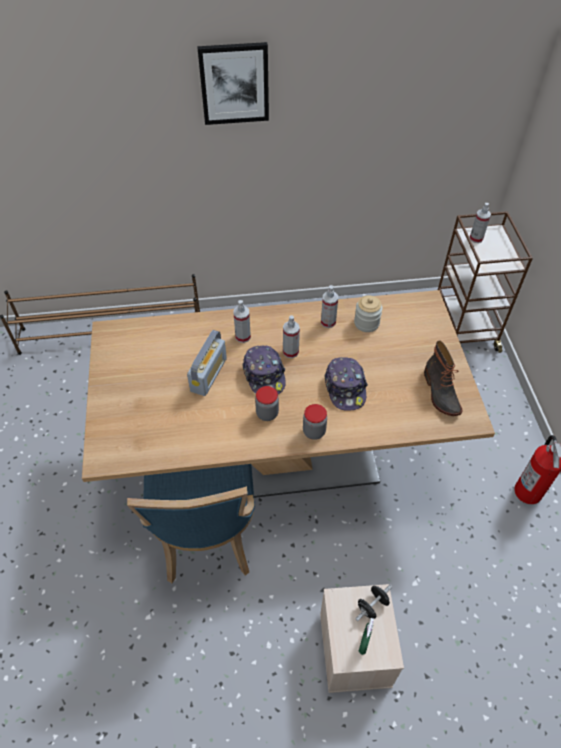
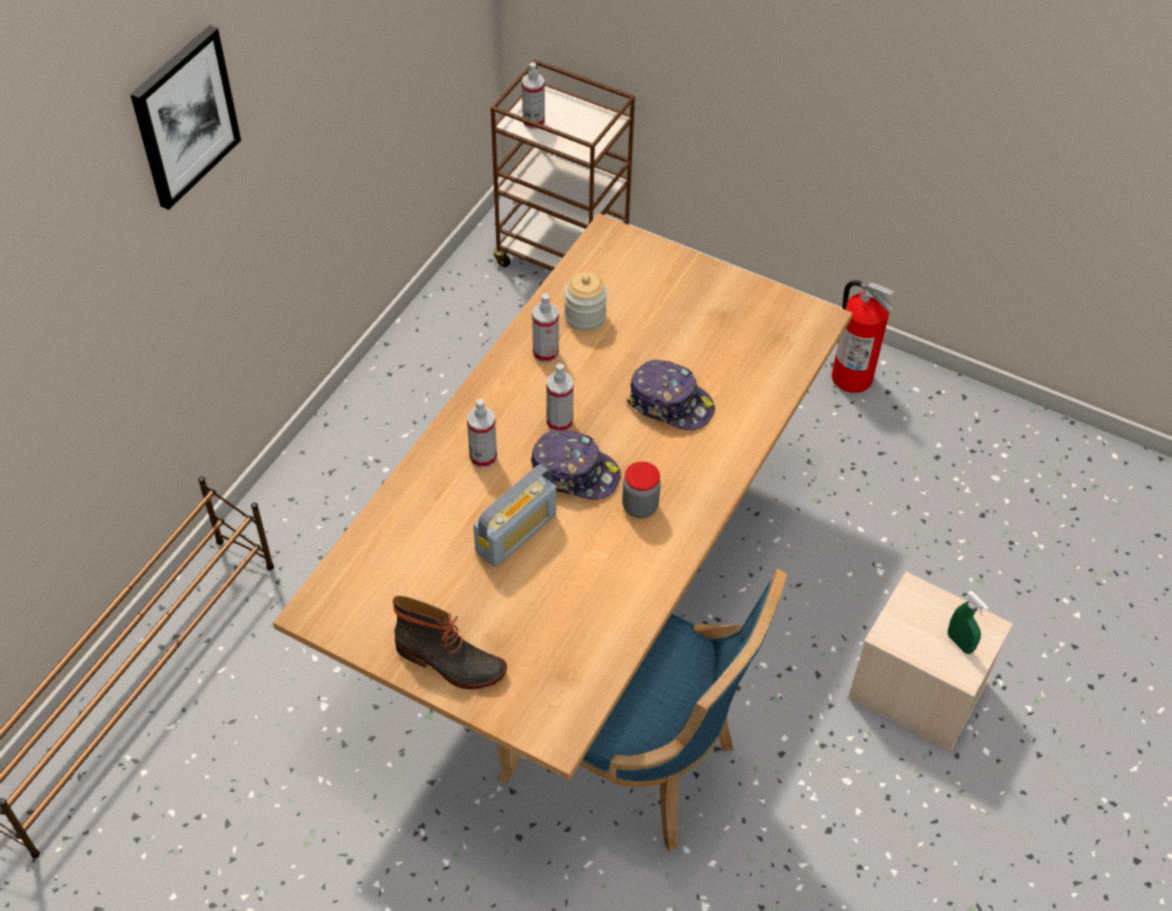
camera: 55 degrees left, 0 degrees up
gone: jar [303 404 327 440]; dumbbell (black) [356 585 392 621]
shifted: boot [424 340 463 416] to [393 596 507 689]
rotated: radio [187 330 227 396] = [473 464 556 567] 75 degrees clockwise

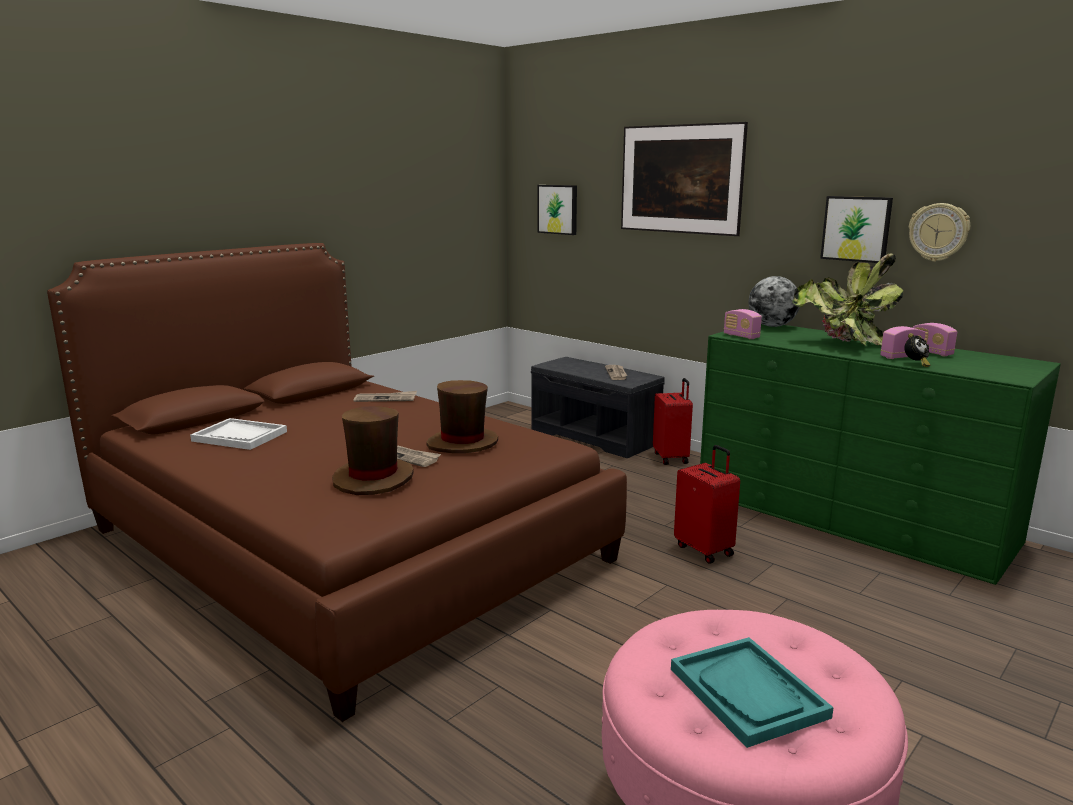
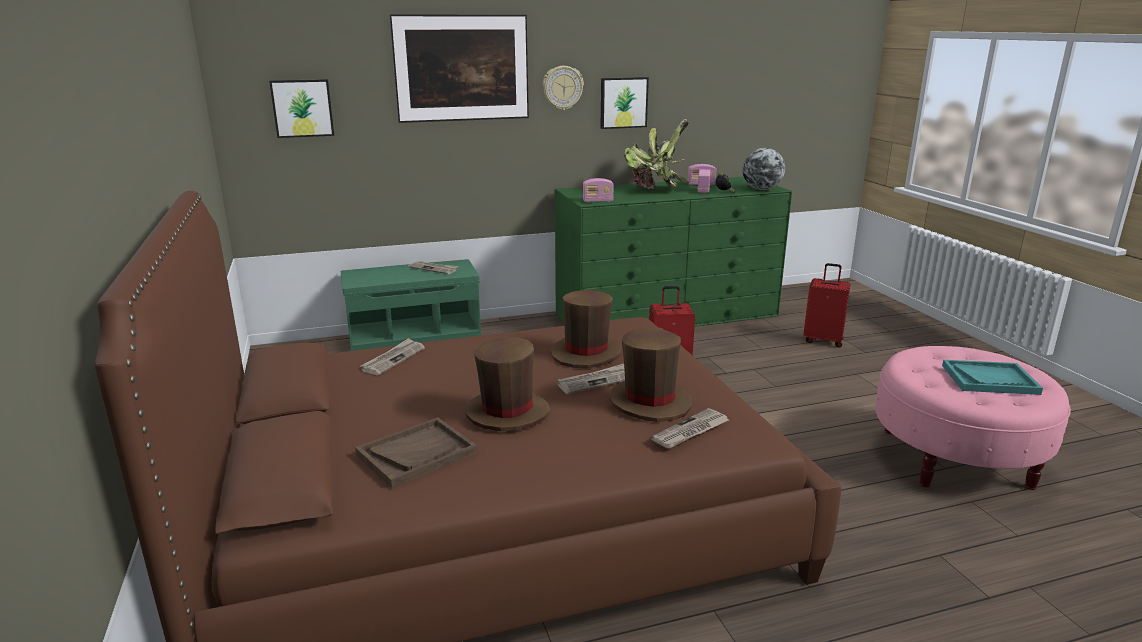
camera: 60 degrees left, 5 degrees up
new: hat (brown) [465 337 550 431]; newspaper [651 408 729 449]
shifted: suitcase (red) [653 378 693 465] to [803 263 850 347]; globe [749 276 800 327] to [742 148 785 190]; wall clock [909 203 970 262] to [543 66 584 110]
repainted: tray (white) [190 418 287 450] to tray (brown) [355 417 477 489]; bench (grey) [531 357 665 459] to bench (green) [341 259 481 351]

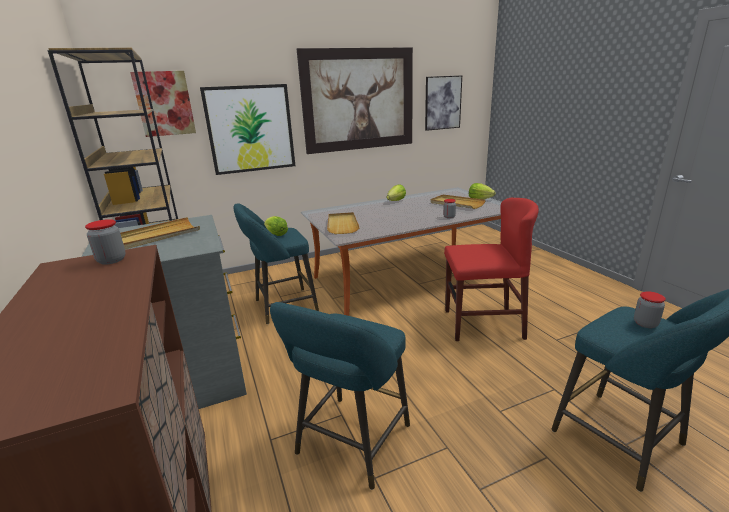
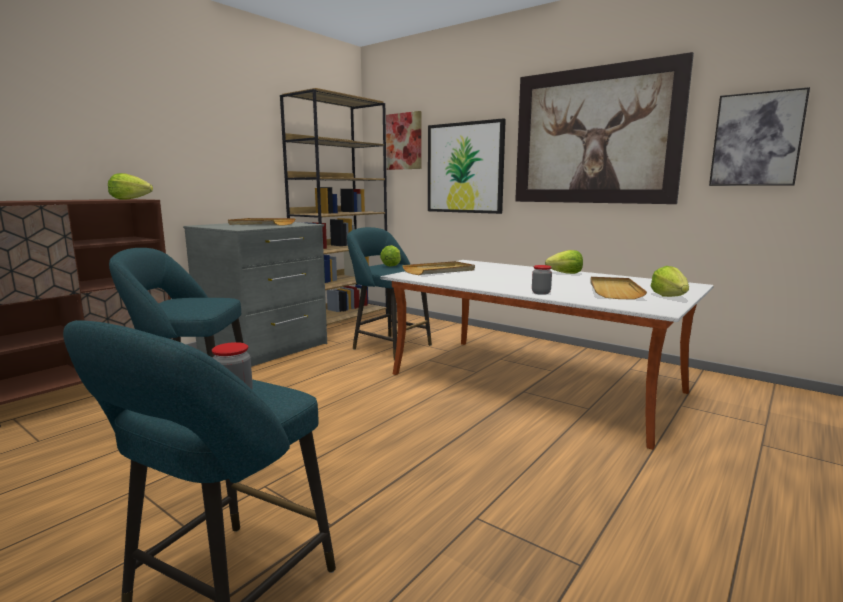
camera: 60 degrees right, 10 degrees down
gone: chair (red) [444 198 539 341]
swapped: jar [85 219 126 265] to lettuce [108 173 153 200]

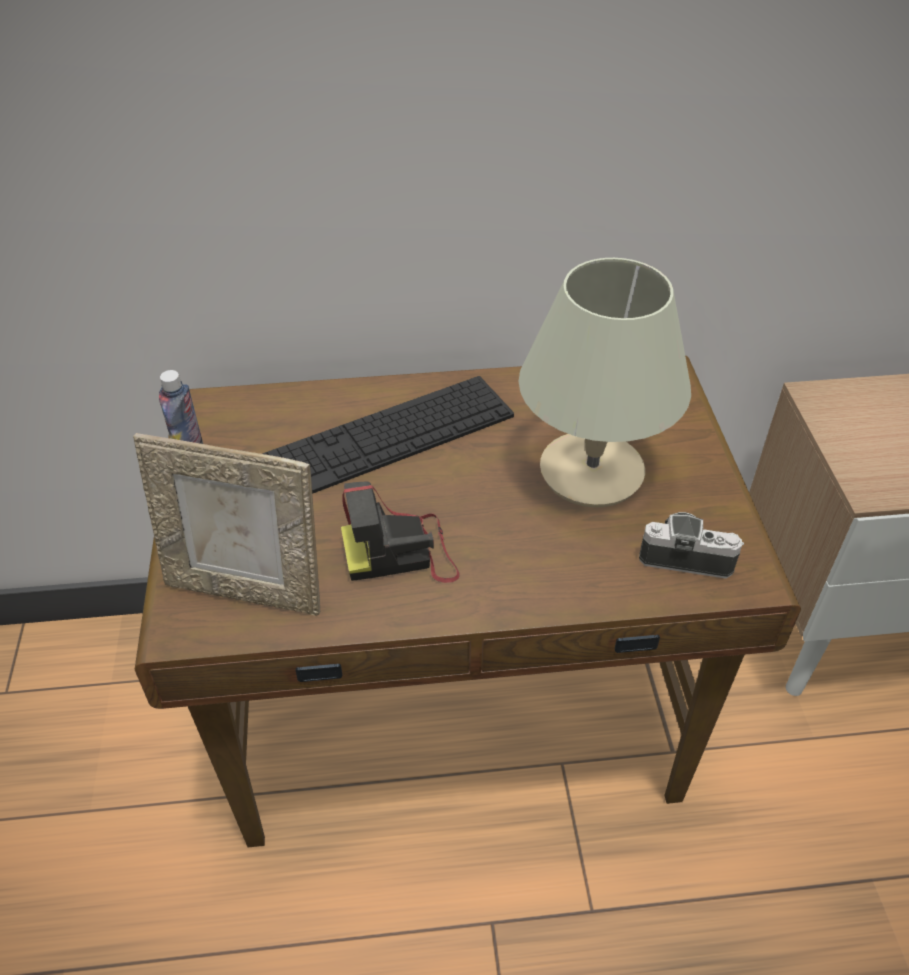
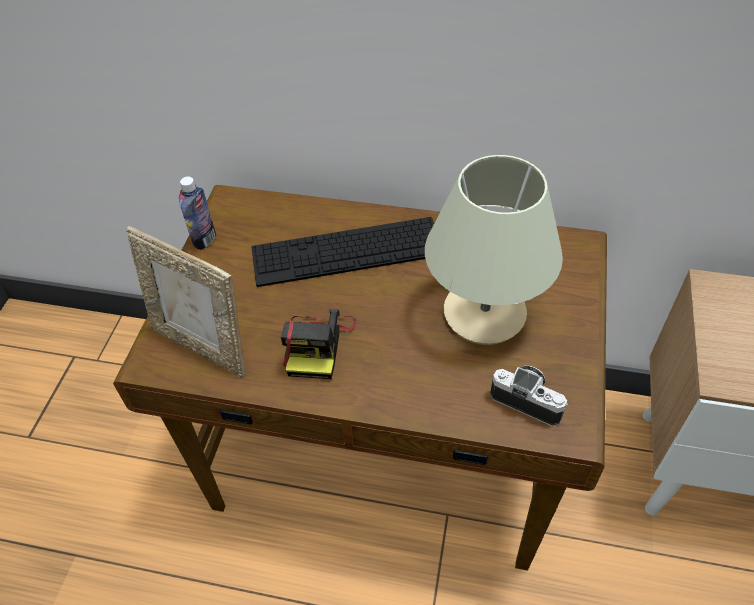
camera: 20 degrees right, 5 degrees up
rotated: photo camera [341 481 460 583] = [281 309 357 379] 90 degrees counterclockwise

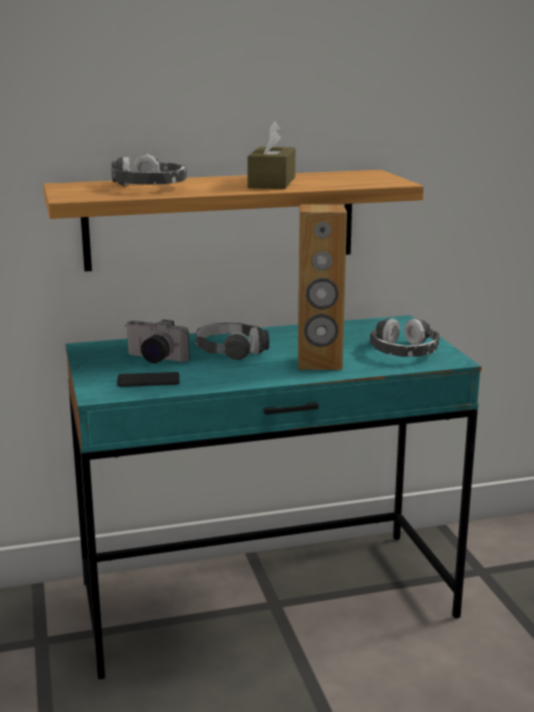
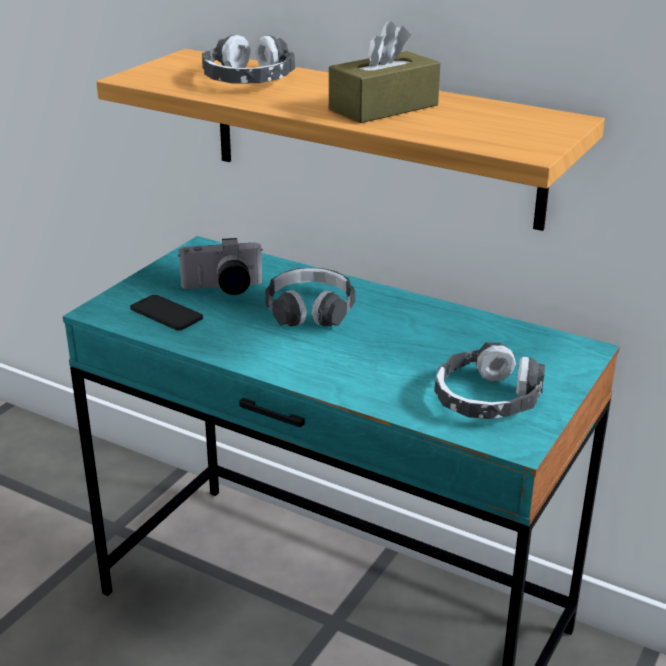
camera: 45 degrees right, 10 degrees up
gone: speaker (brown) [298 204 347 370]
rotated: photo camera [125 320 190 363] = [178 238 263 295] 75 degrees counterclockwise

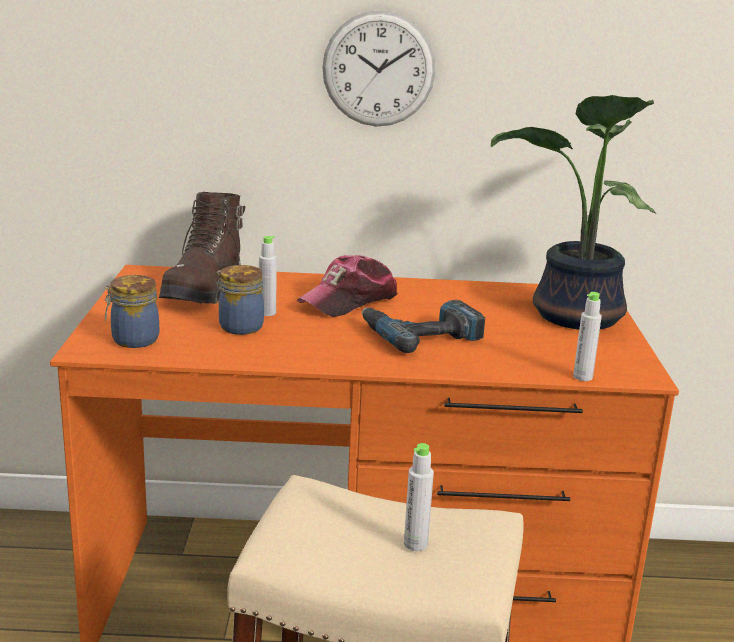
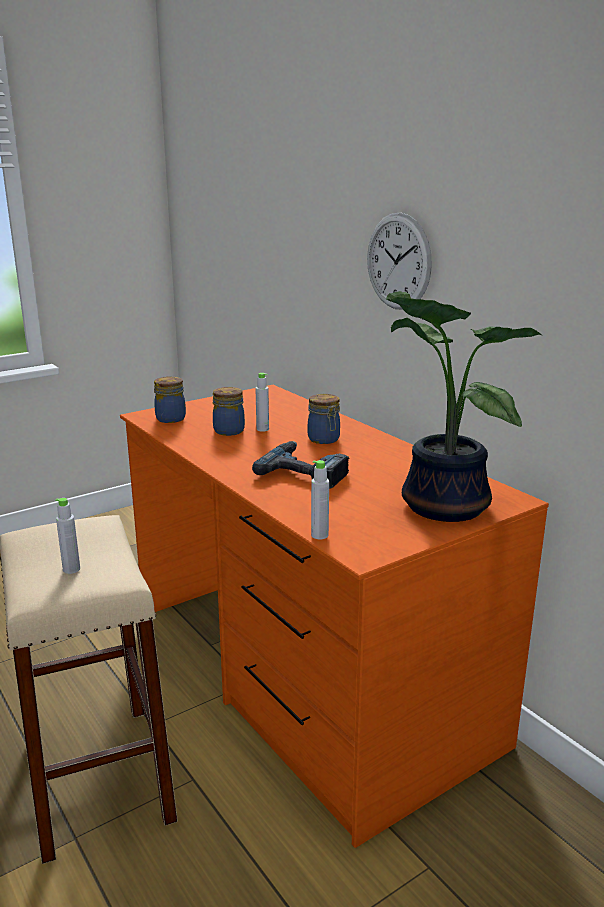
camera: 55 degrees right, 0 degrees up
gone: boot (brown) [159 192 245 304]
swapped: cap [297 255 398 317] to jar [308 394 340 444]

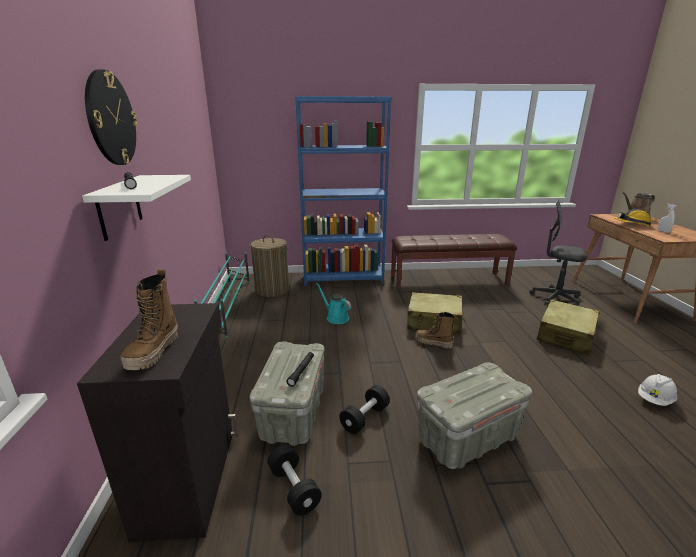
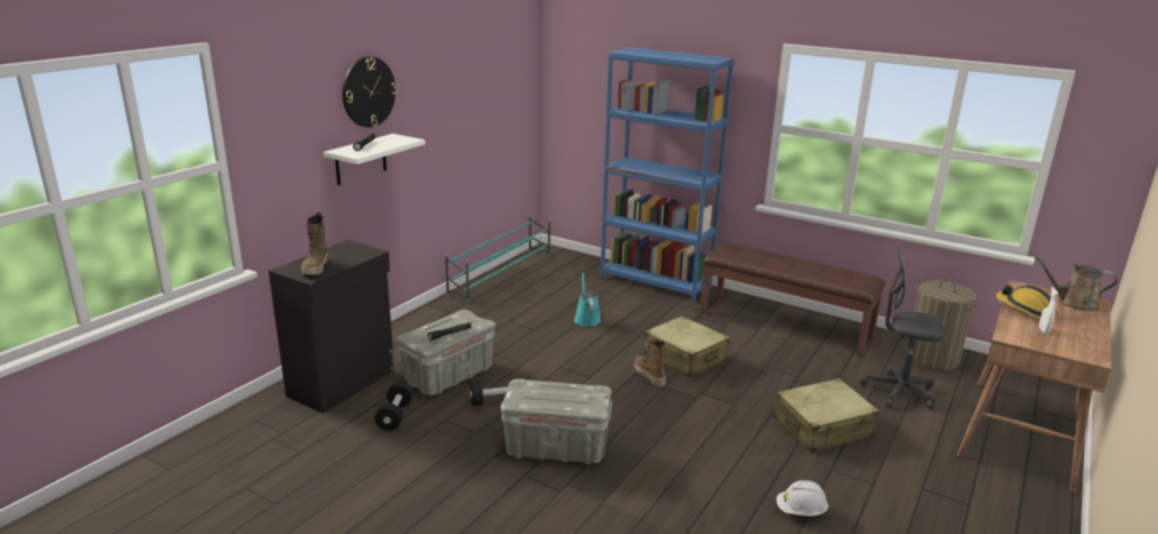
camera: 35 degrees right, 0 degrees up
shifted: laundry basket [249 235 290 297] to [906 279 980 371]
rotated: boot [120 269 178 370] = [301 212 328 275] 45 degrees counterclockwise; office chair (grey) [530 199 587 306] = [860 244 944 410] 45 degrees counterclockwise

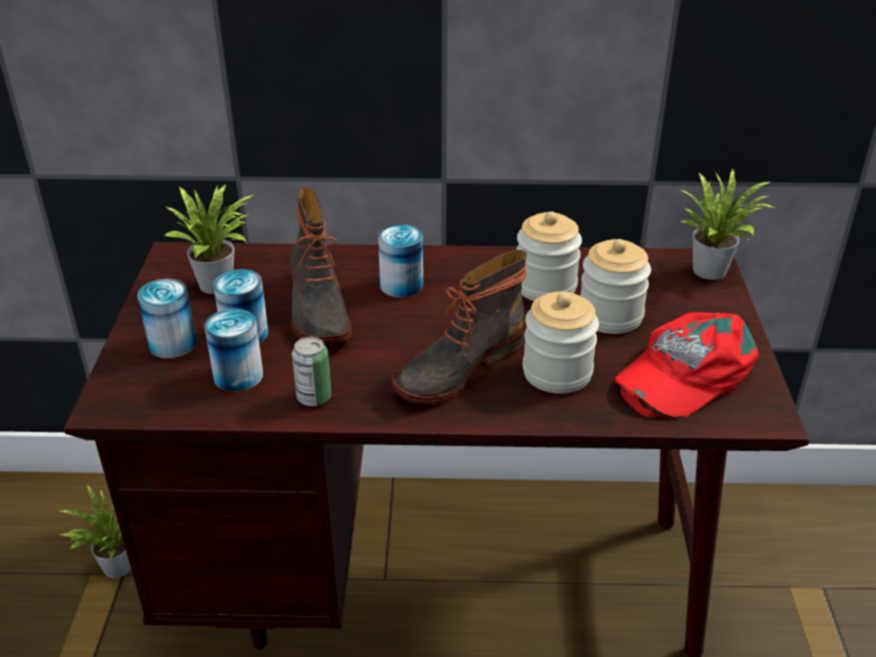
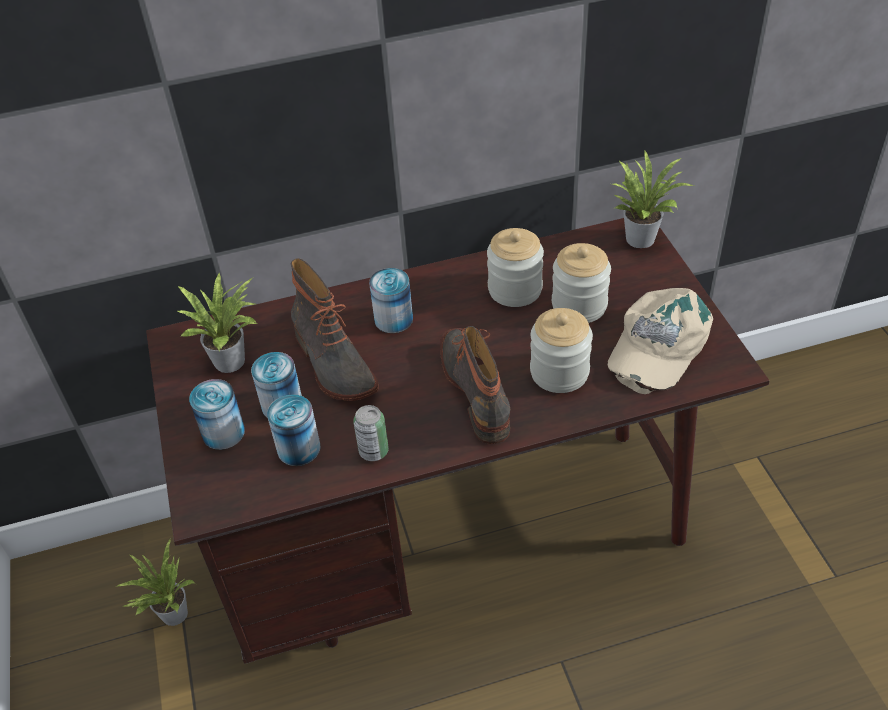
camera: 15 degrees left, 10 degrees up
repainted: cap (red) [615 312 759 419] to cap (beige) [608 288 713 394]
rotated: boot [392 250 528 404] = [440 326 511 444] 135 degrees clockwise

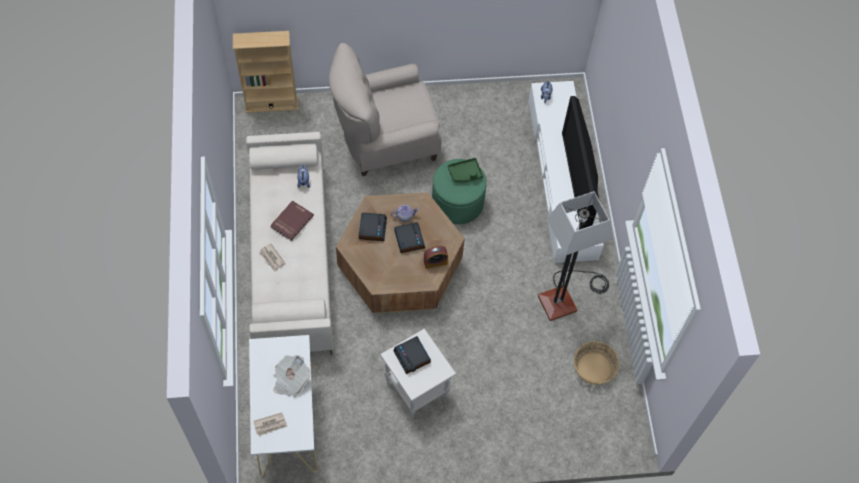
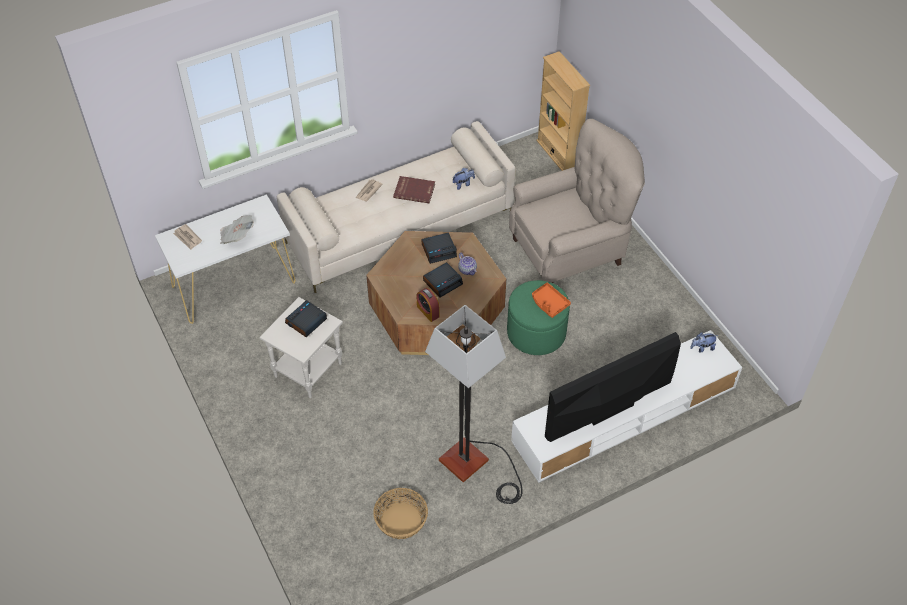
camera: 70 degrees right, 10 degrees down
repainted: tray (green) [448 158 483 183] to tray (orange) [532 282 571 318]
rotated: armchair (beige) [329 43 441 176] = [509 119 645 283] 105 degrees clockwise

